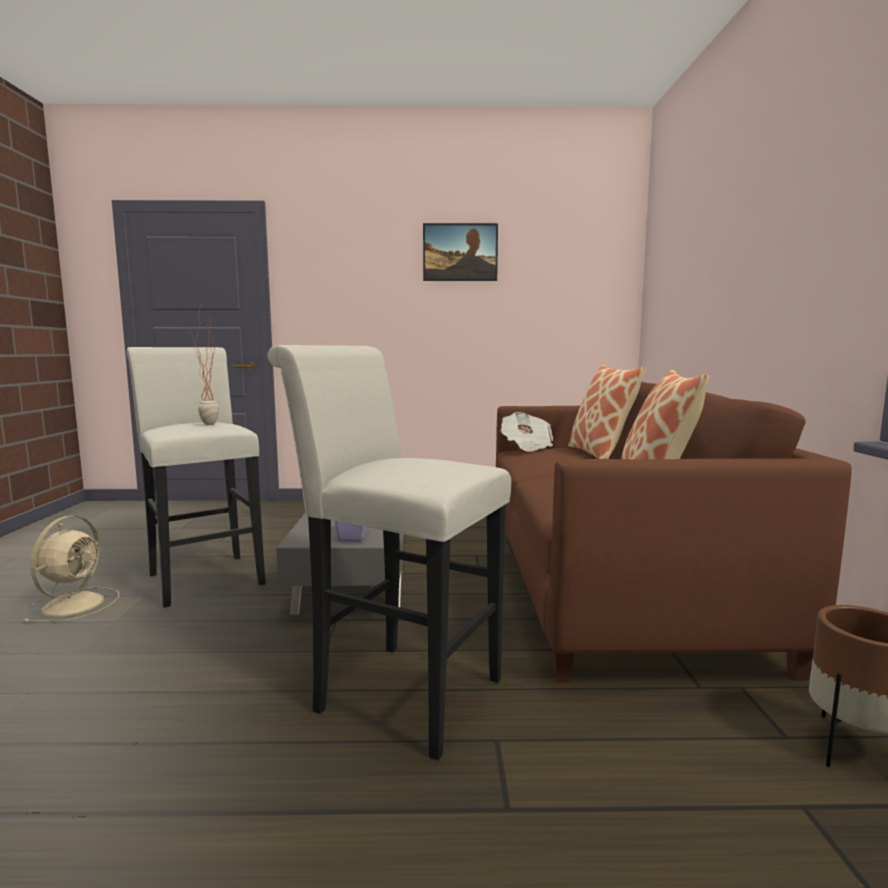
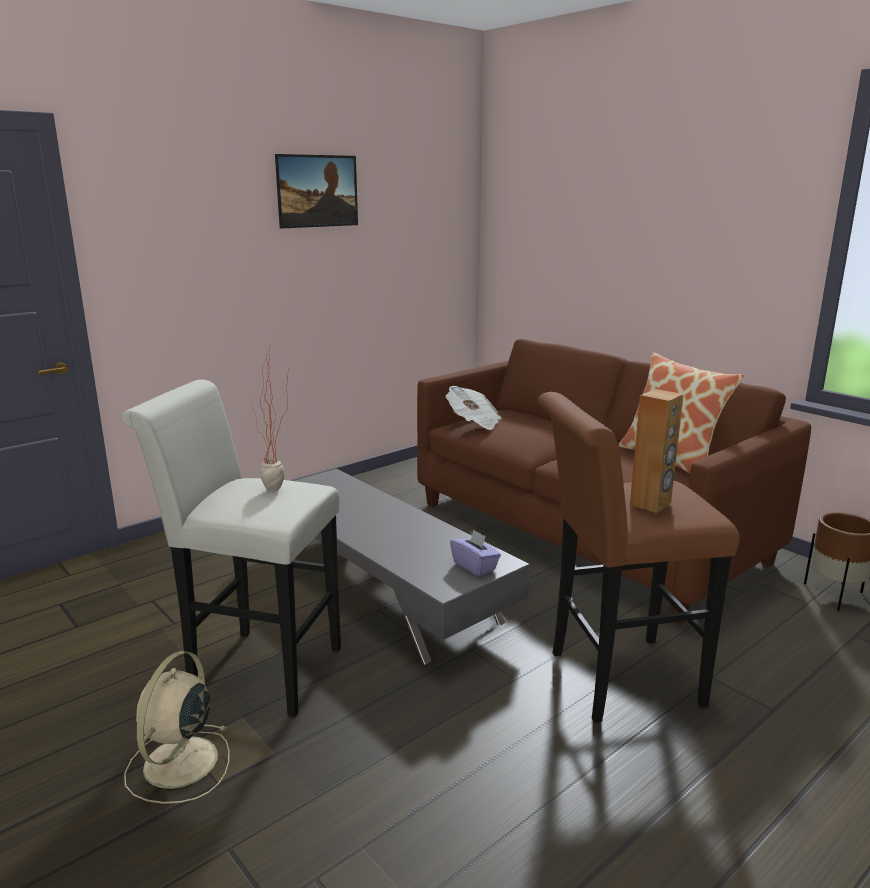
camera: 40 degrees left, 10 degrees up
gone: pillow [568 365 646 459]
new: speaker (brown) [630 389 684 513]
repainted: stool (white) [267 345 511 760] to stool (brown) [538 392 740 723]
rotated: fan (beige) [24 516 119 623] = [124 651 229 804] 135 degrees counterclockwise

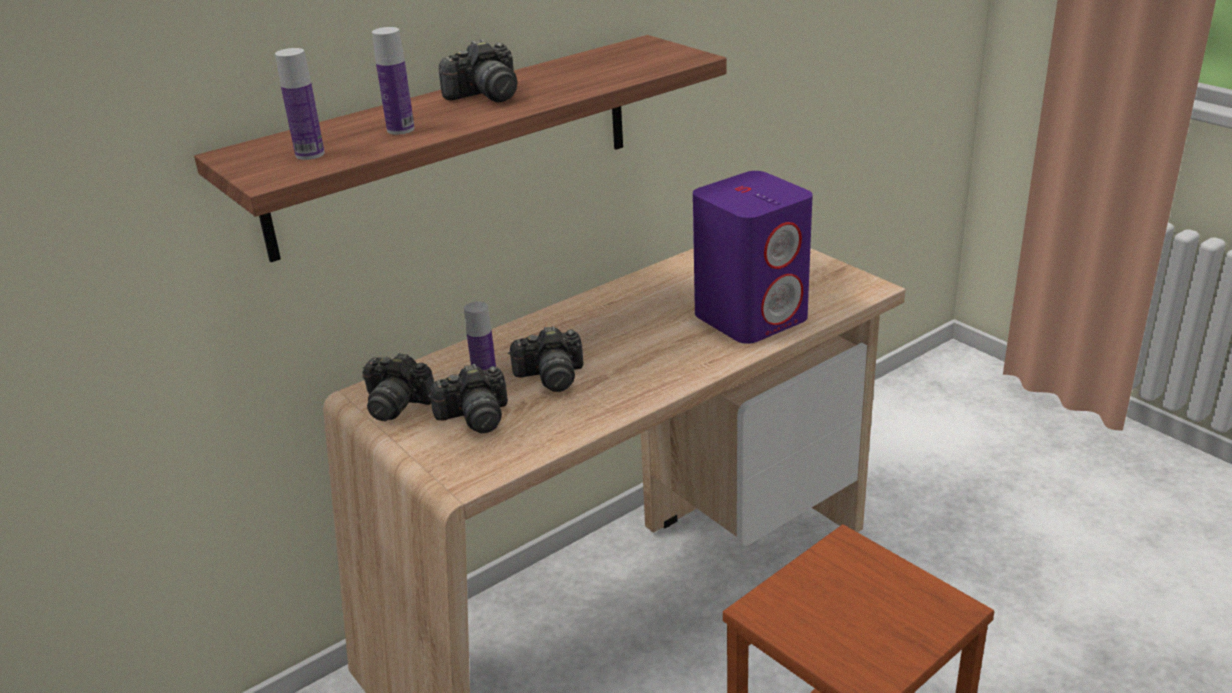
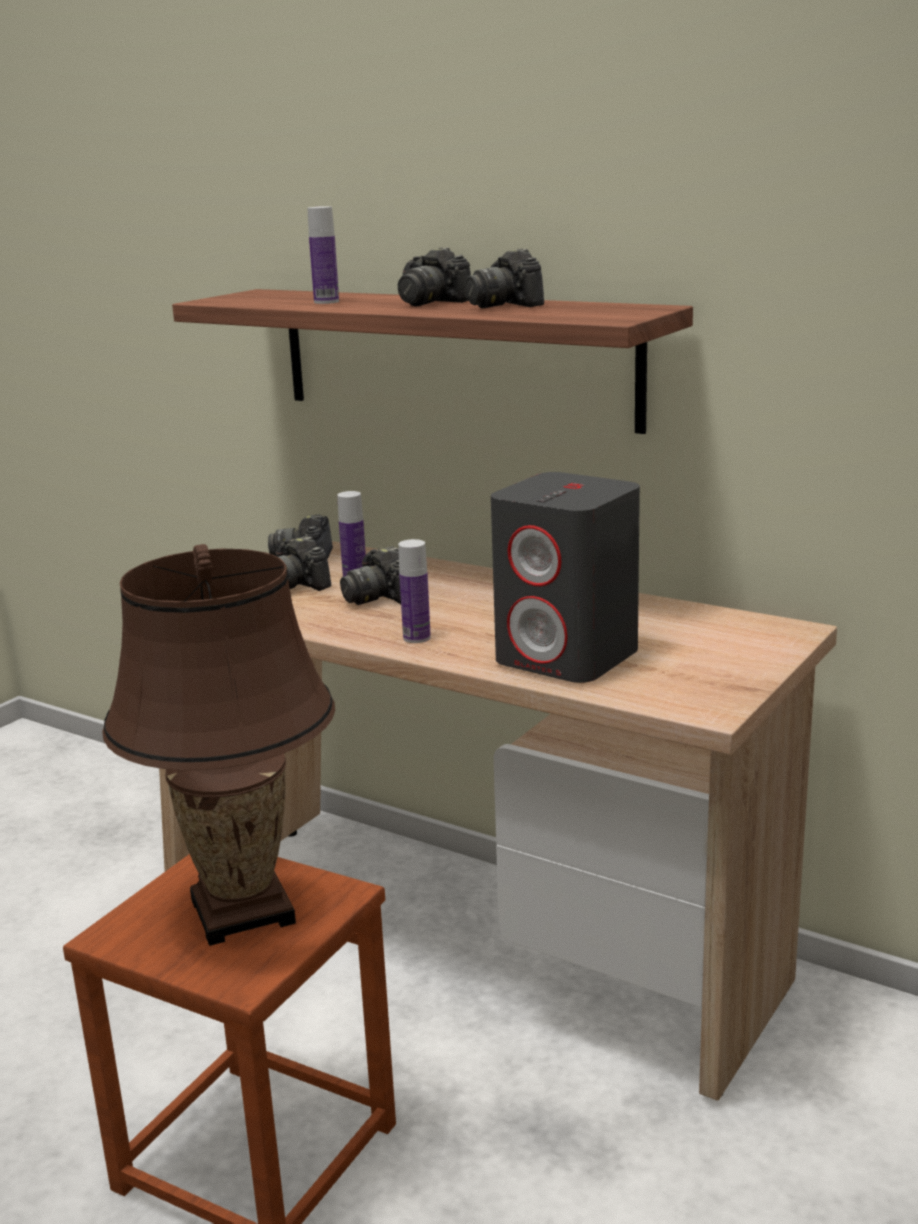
camera: 70 degrees right, 10 degrees down
new: table lamp (brown) [102 544 335 946]; photo camera [465 248 544 308]
shifted: bottle [275 48 325 160] to [398 539 431 643]
repainted: speaker (purple) [693 171 813 344] to speaker (grey) [491 472 640 683]

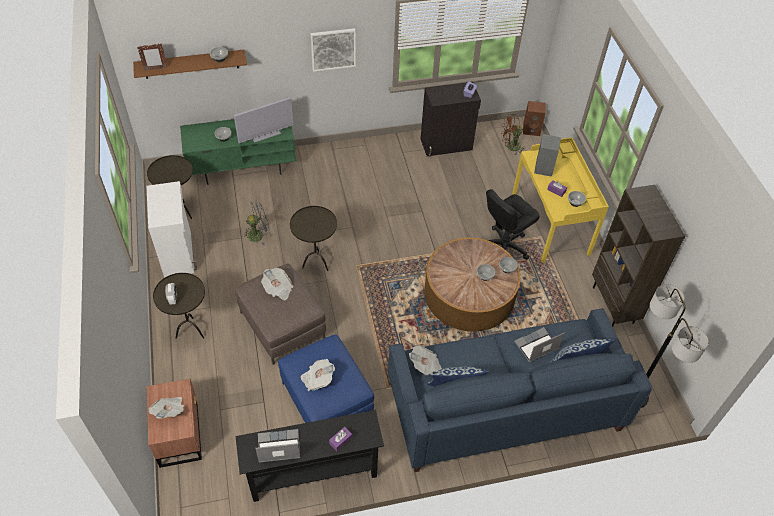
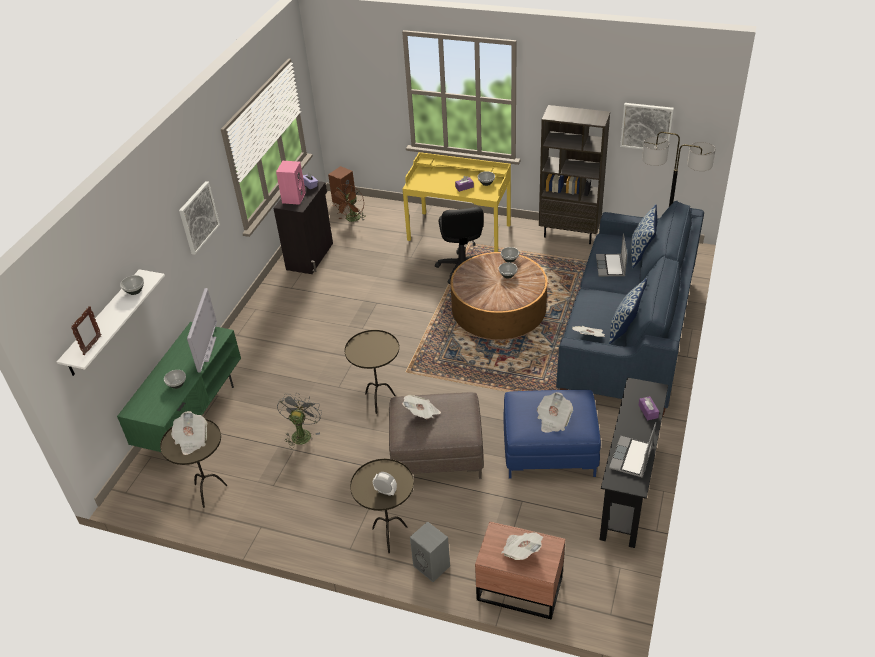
camera: 55 degrees left, 10 degrees down
gone: cabinet (white) [146 181 197 278]
new: newspaper [171 411 207 455]; speaker (pink) [276 161 306 205]; picture [620 103 674 149]
shifted: speaker (grey) [534 134 561 177] to [410 521 450 582]
repainted: shelf (brown) [133 50 247 79] to shelf (white) [57 269 165 376]

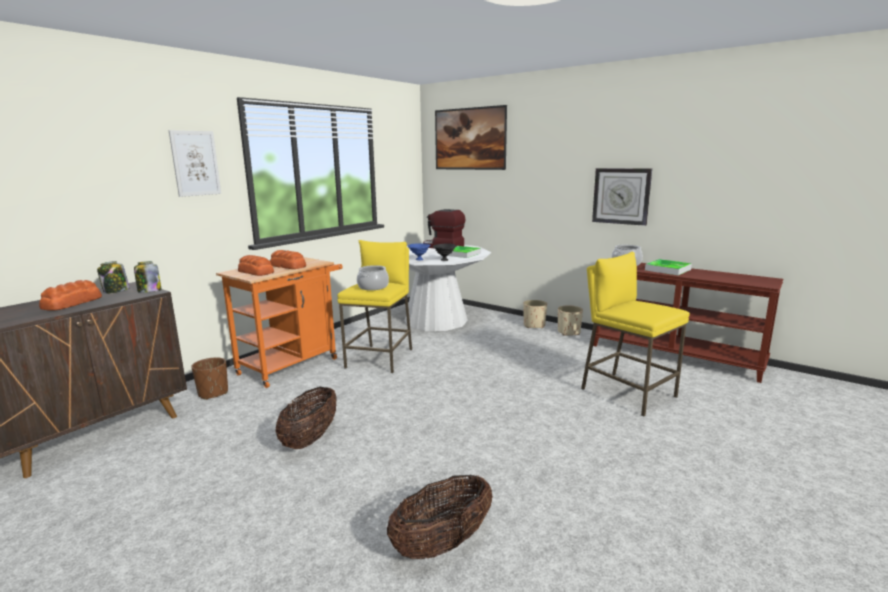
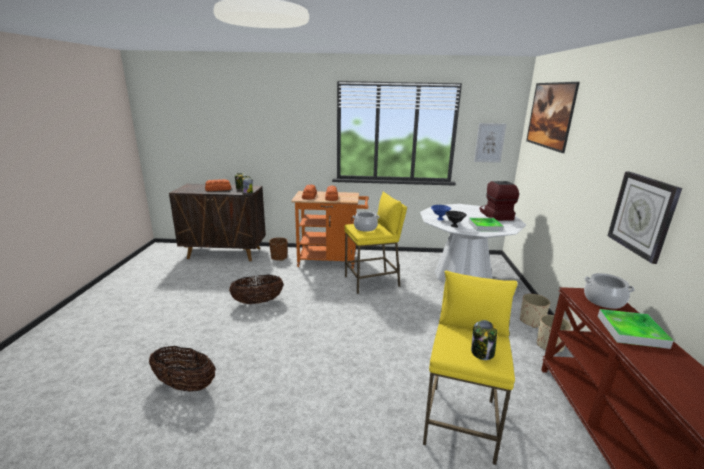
camera: 55 degrees right, 5 degrees up
new: jar [471 320 497 360]
shifted: picture [169 130 221 197] to [474 123 507 163]

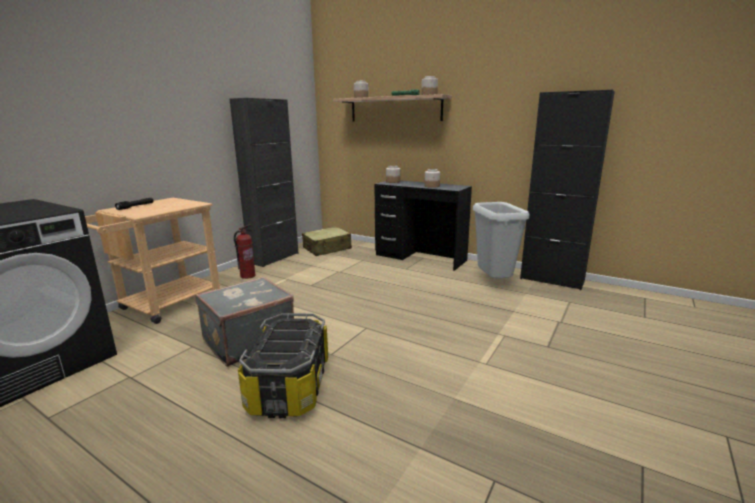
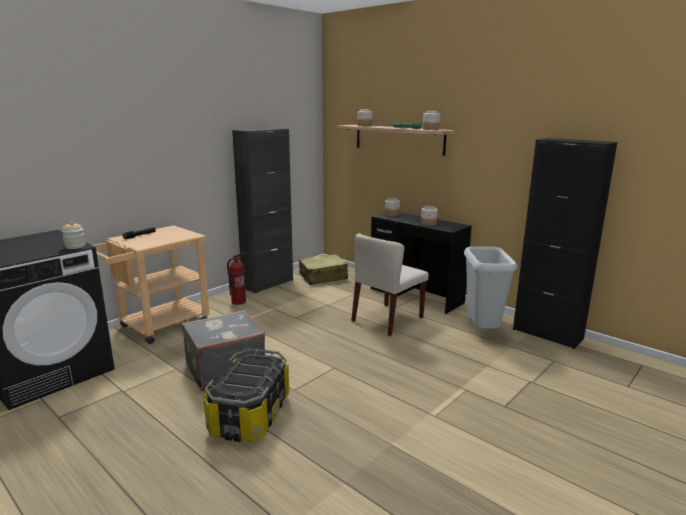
camera: 10 degrees right, 0 degrees up
new: jar [62 222 86 249]; chair (beige) [351 233 429 336]

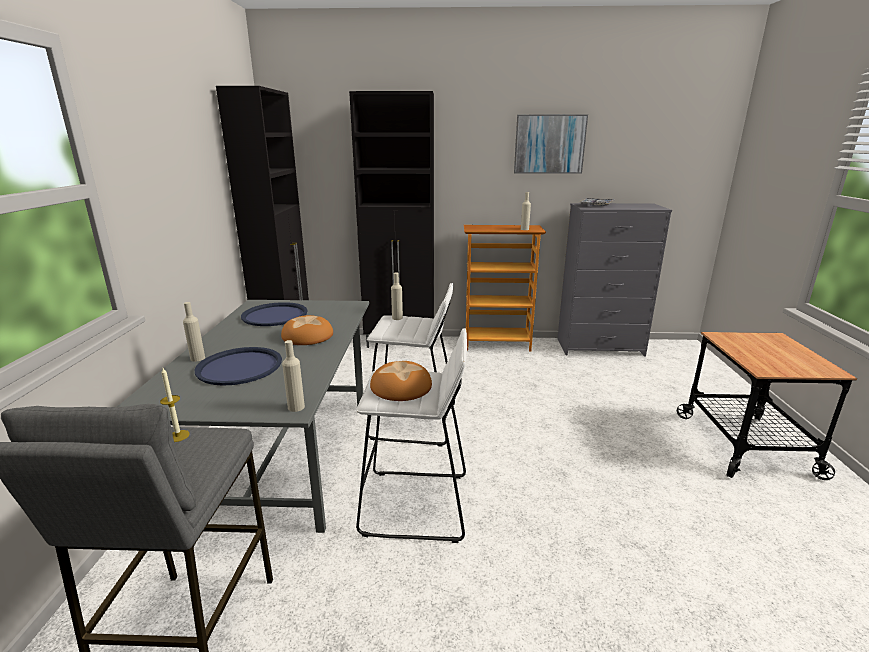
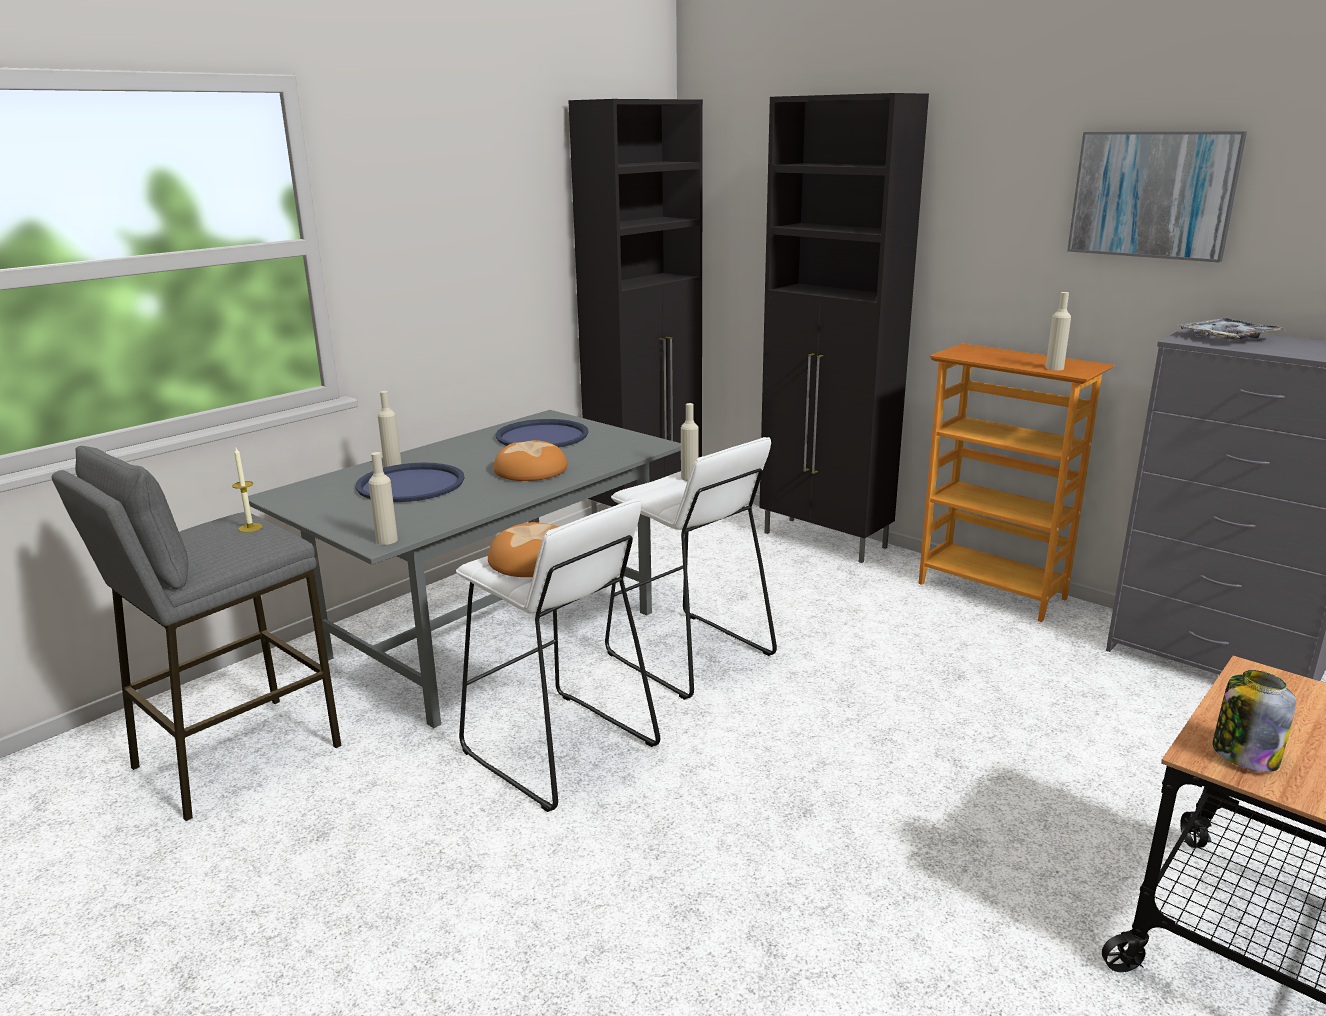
camera: 40 degrees right, 0 degrees up
new: jar [1213 670 1296 772]

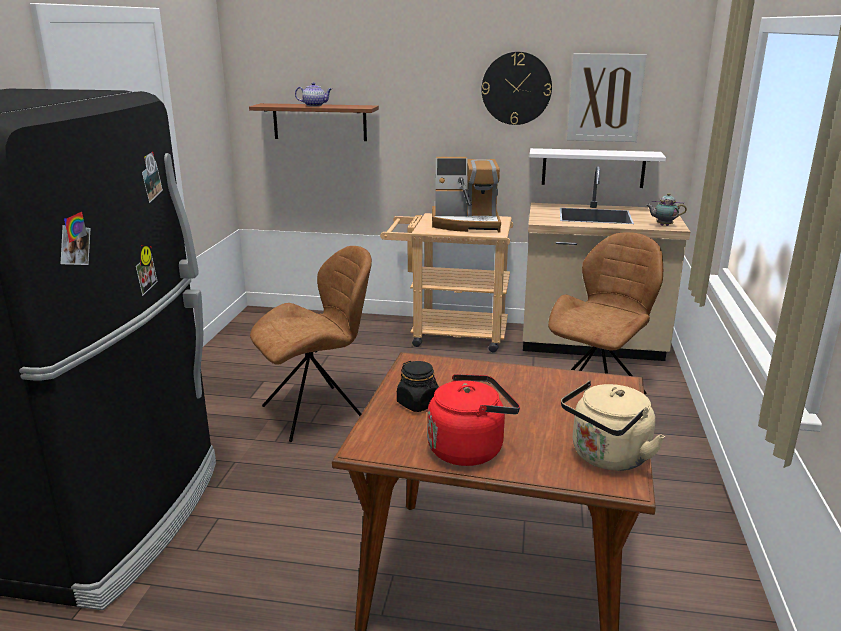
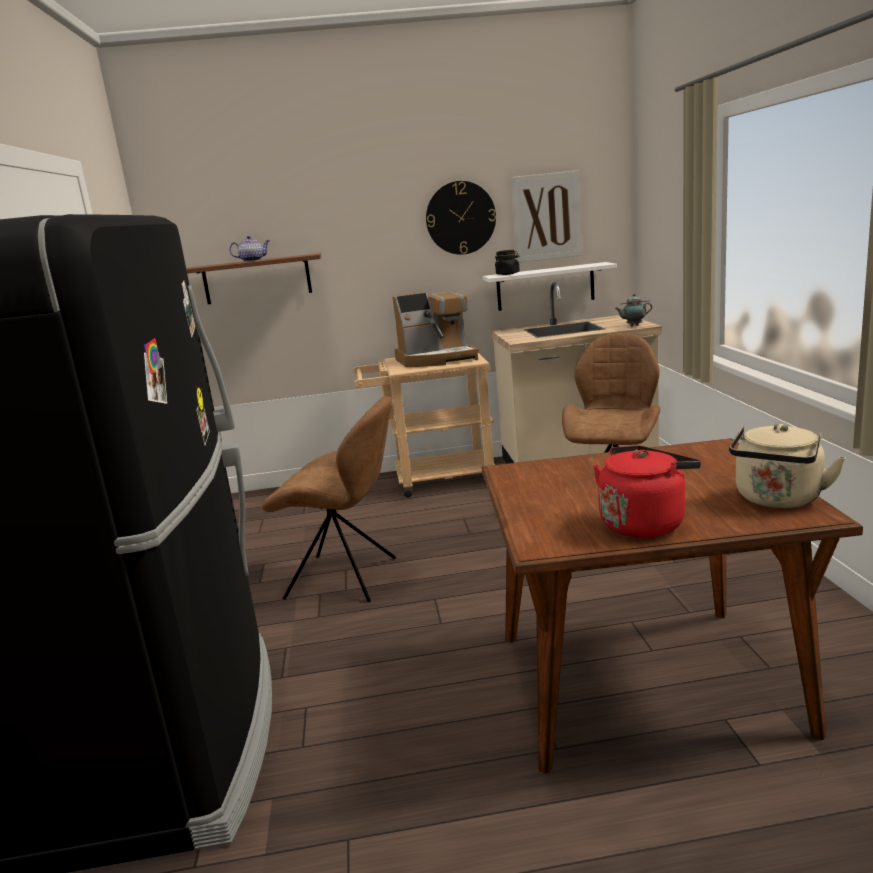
camera: 15 degrees left, 5 degrees down
shifted: jar (black) [397 361 439 412] to [495 250 520 275]
rotated: chair (brown) [250 246 372 442] = [262 396 396 602] 60 degrees clockwise

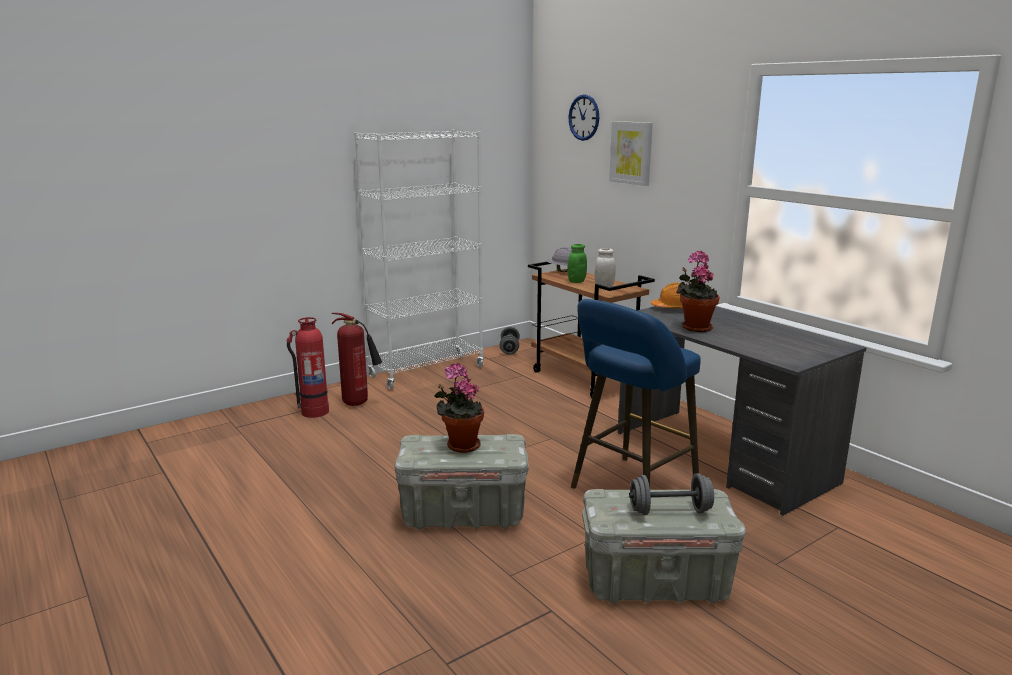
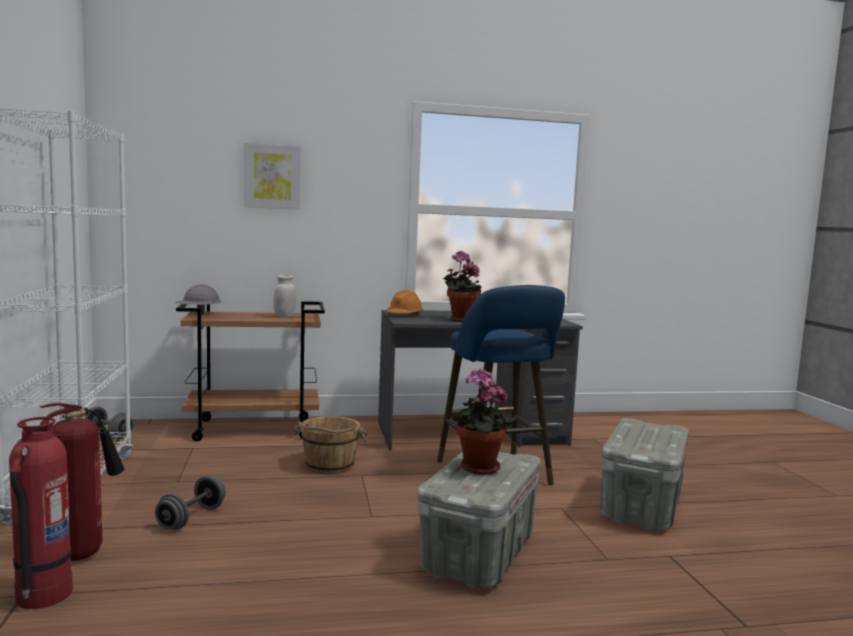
camera: 65 degrees left, 10 degrees down
gone: wall clock [568 94 599 141]; jar (green) [568 244 587 283]
new: bucket (brown) [294 416 367 474]
shifted: dumbbell (grey) [629 473 714 515] to [155 476 226 530]

